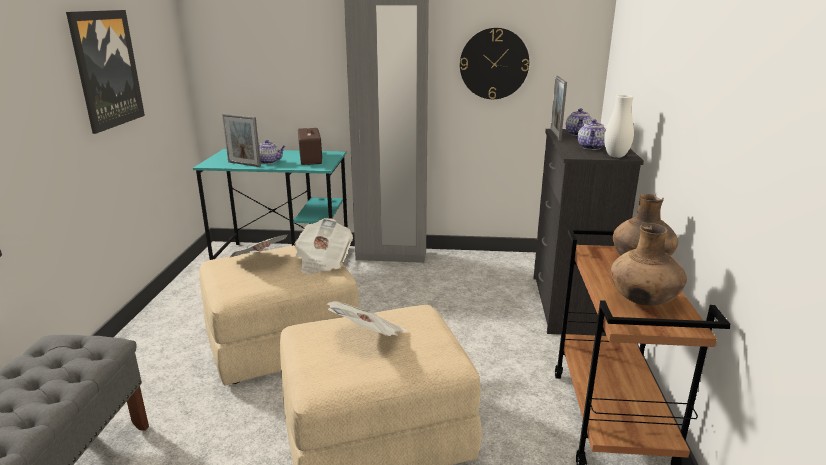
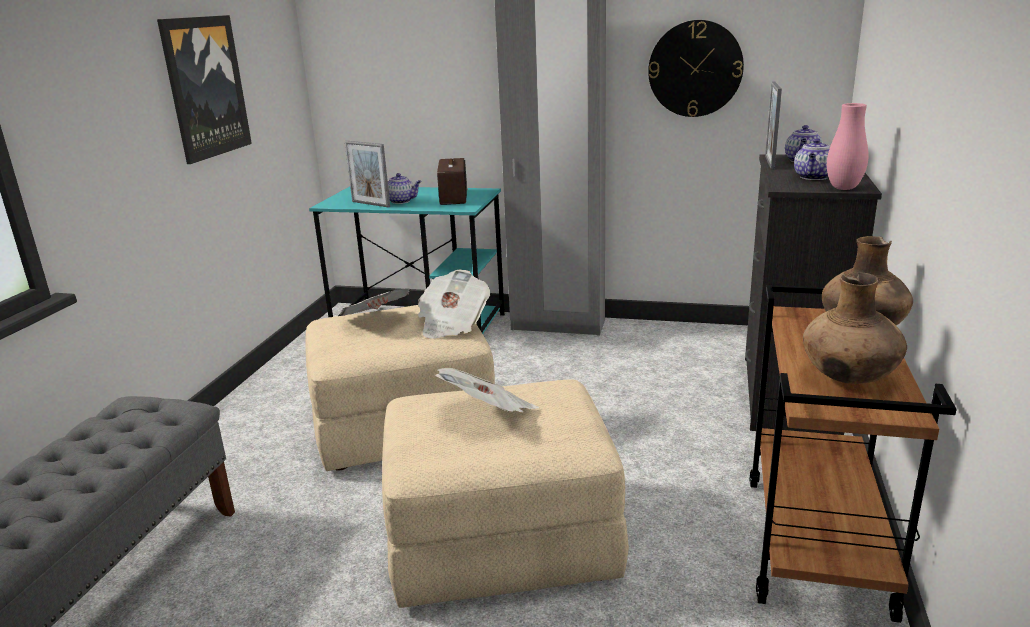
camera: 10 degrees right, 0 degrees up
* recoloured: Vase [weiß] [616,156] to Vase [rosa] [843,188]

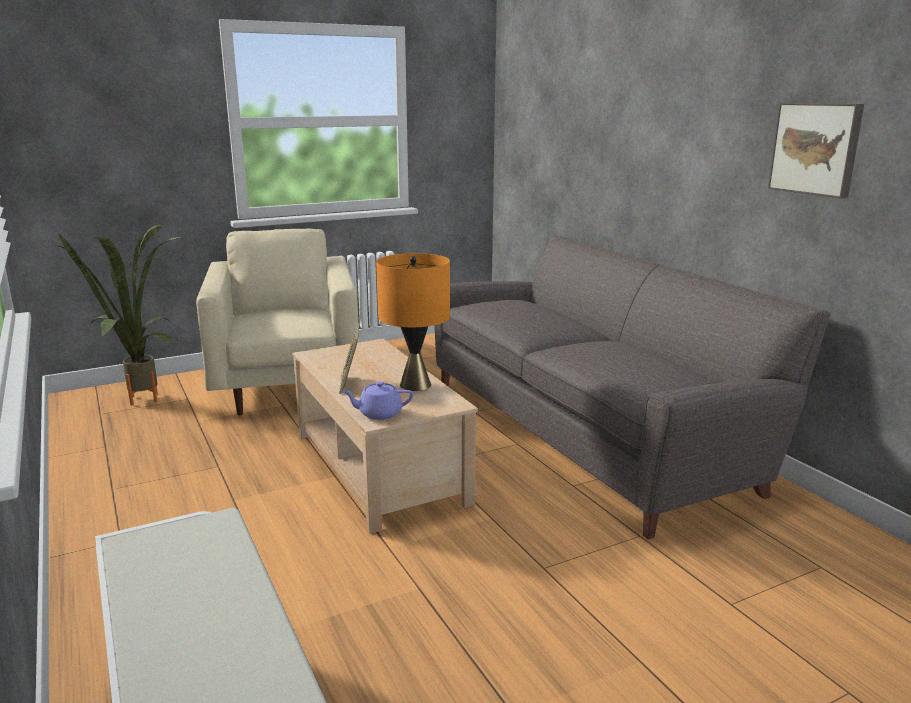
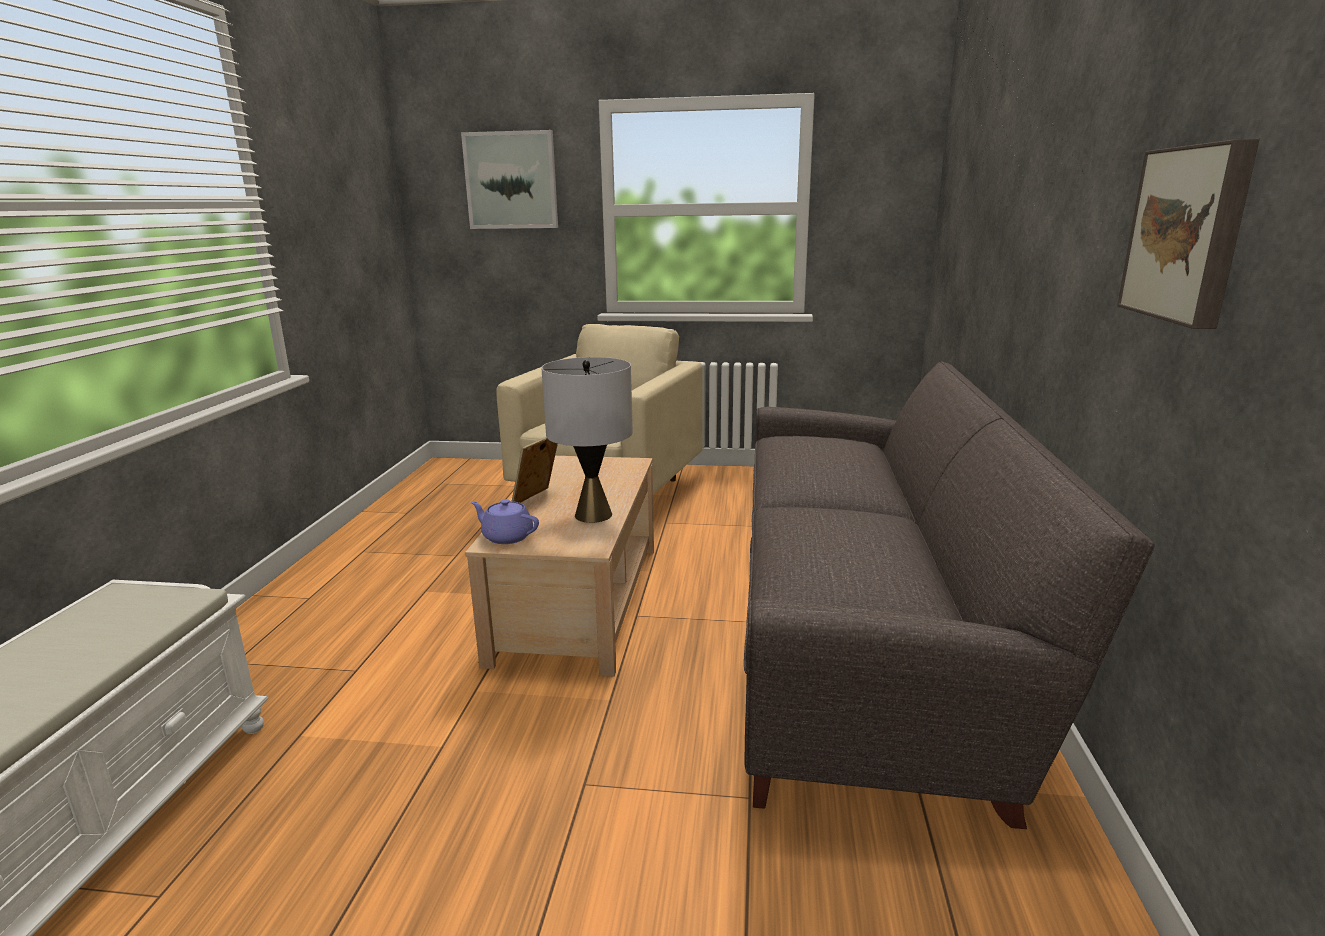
camera: 35 degrees right, 0 degrees up
* added: Bild [511,180]
* recoloured: Tischlampe [orange] [416,385] to Tischlampe [grau] [594,515]
* removed: Topfpflanze [140,403]

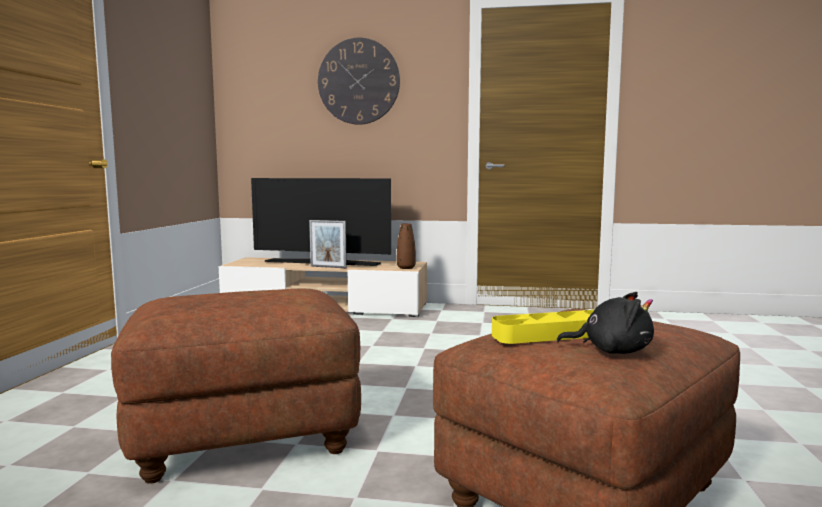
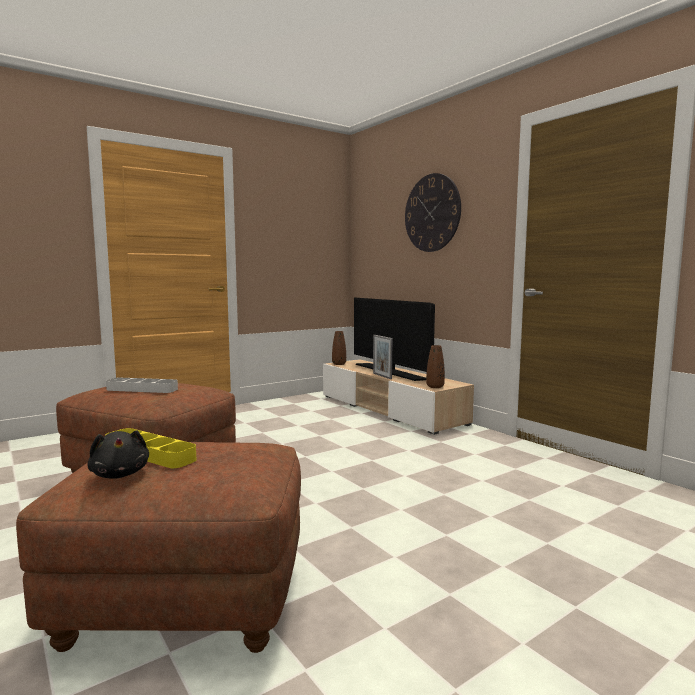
camera: 45 degrees right, 0 degrees up
* added: Tablett [grau] [142,389]
* added: Vase [braun] [339,364]

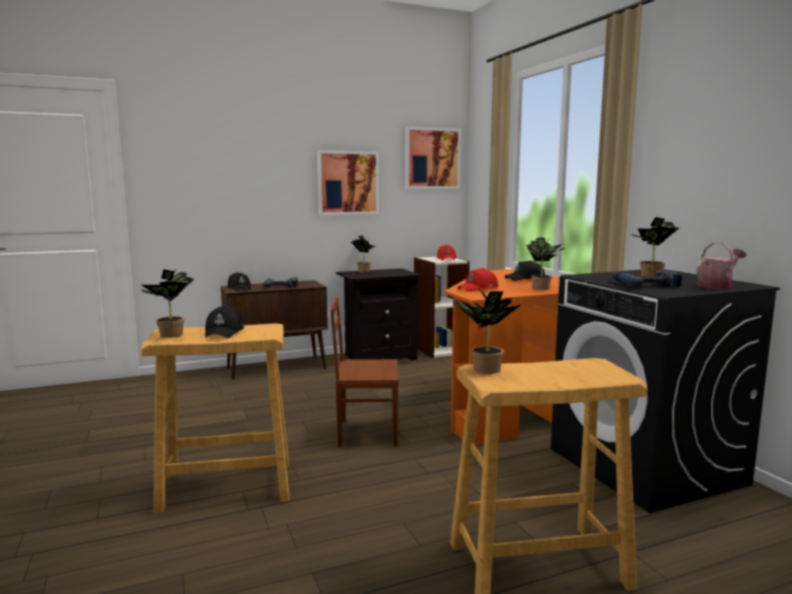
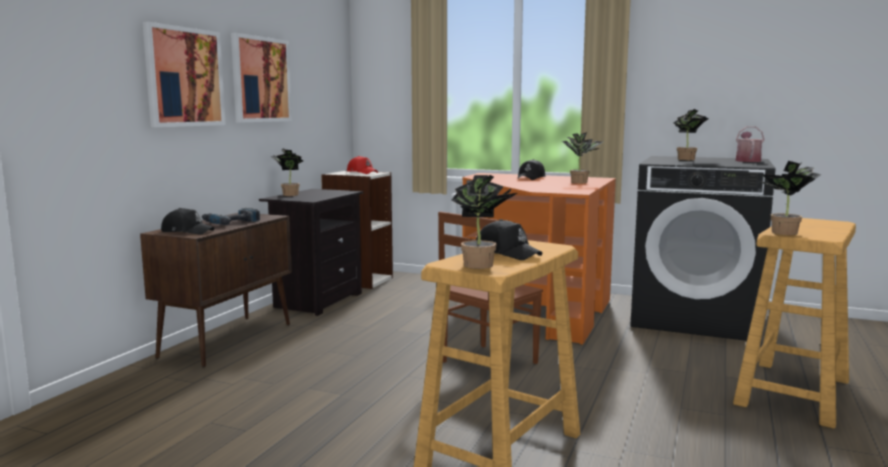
camera: 45 degrees left, 0 degrees up
* moved: Bild [432,158] to [184,77]
* removed: Kappe [rot] [478,289]
* removed: Bohrmaschine [644,284]

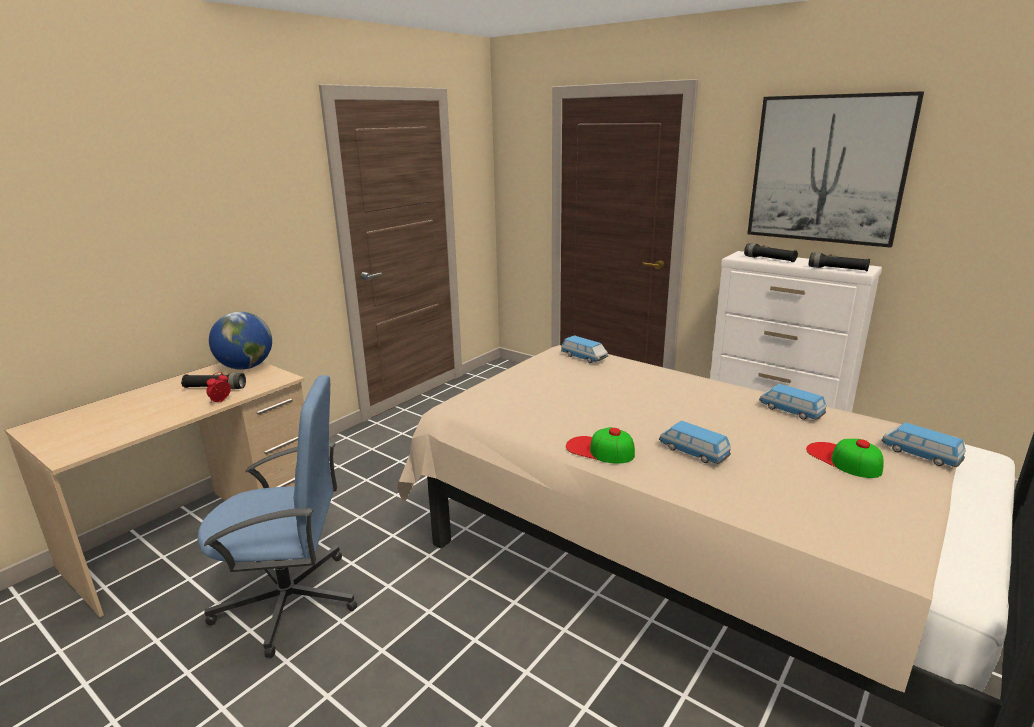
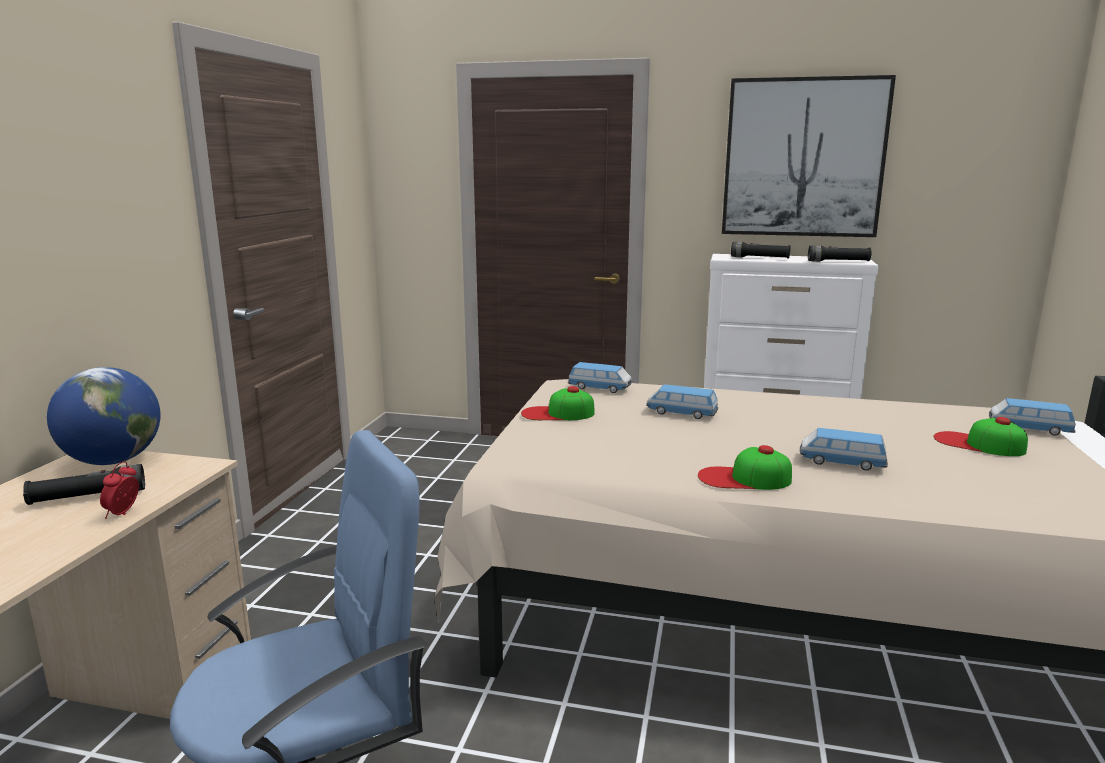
camera: 25 degrees left, 5 degrees down
* added: Kappe [557,413]
* moved: Spielzeugauto [790,411] to [681,413]

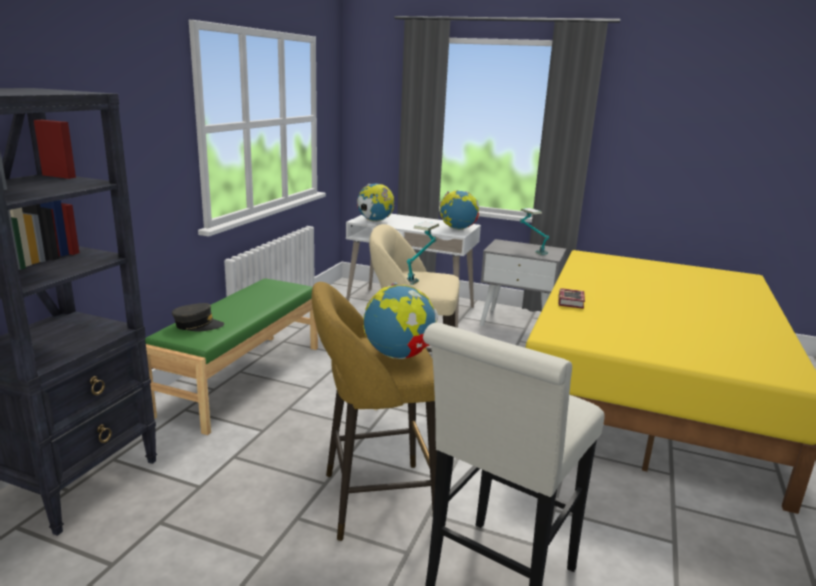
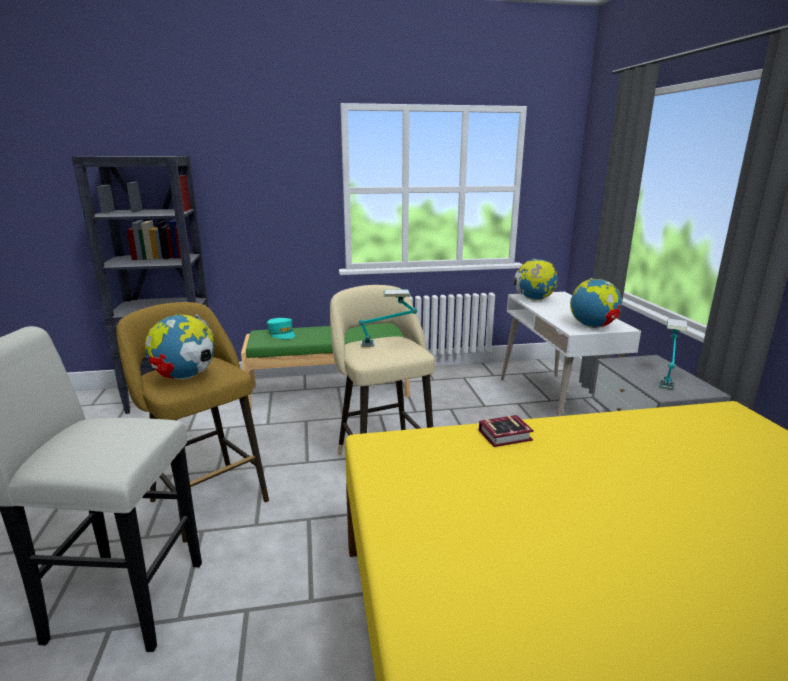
camera: 60 degrees right, 0 degrees up
* recoloured: Kappe [grau] [198,325] to Kappe [türkis] [282,334]

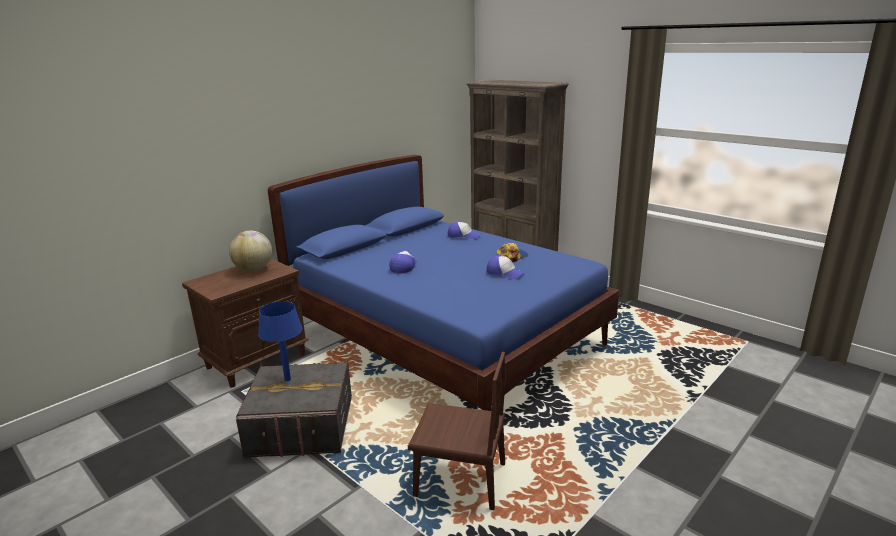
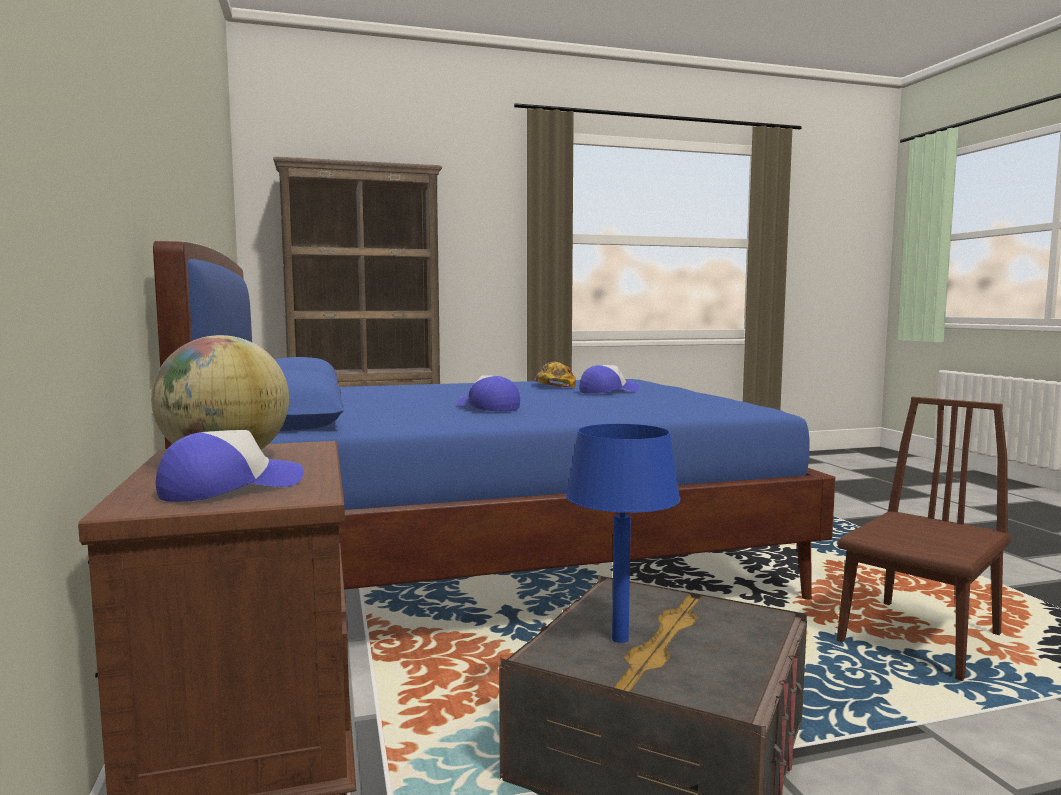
camera: 60 degrees left, 15 degrees down
* moved: Kappe [463,236] to [230,488]

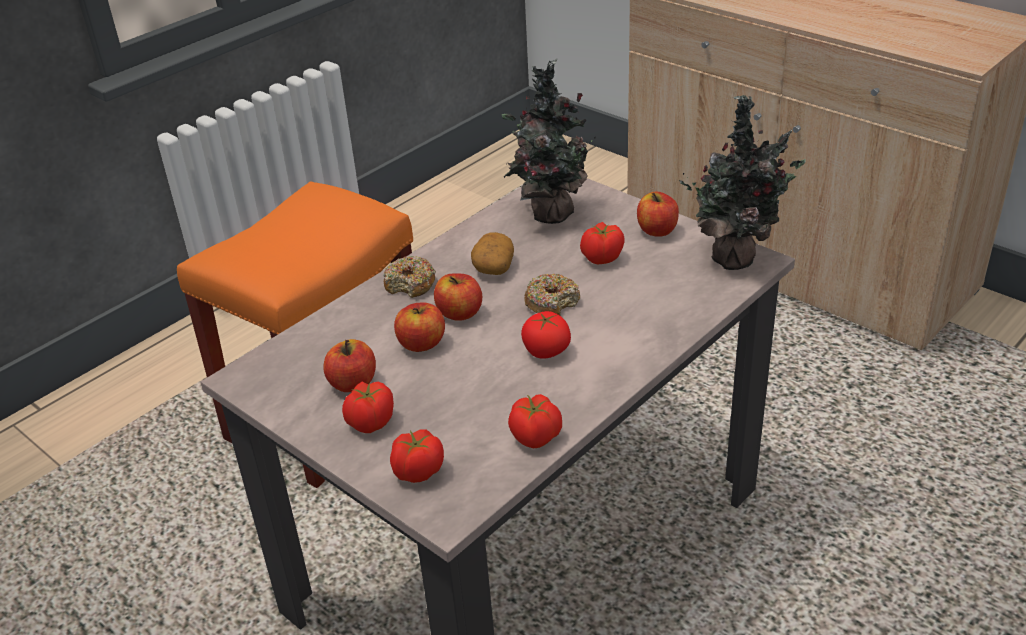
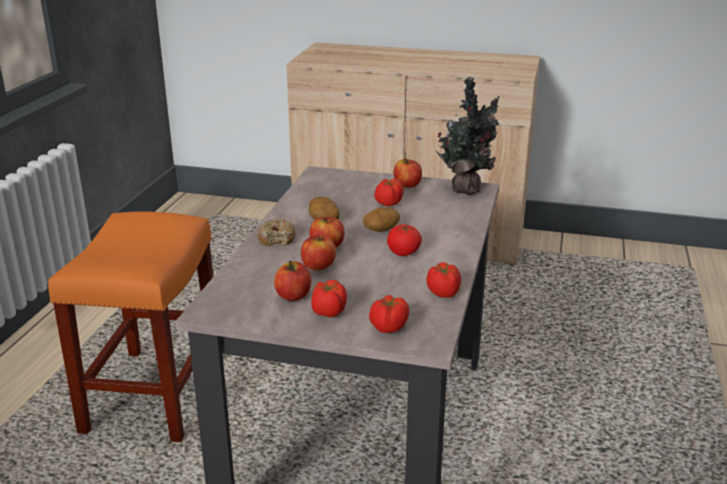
camera: 30 degrees left, 10 degrees down
* replaced: Donut [552,303] to Kartoffel [381,229]
* removed: Topfpflanze [548,214]

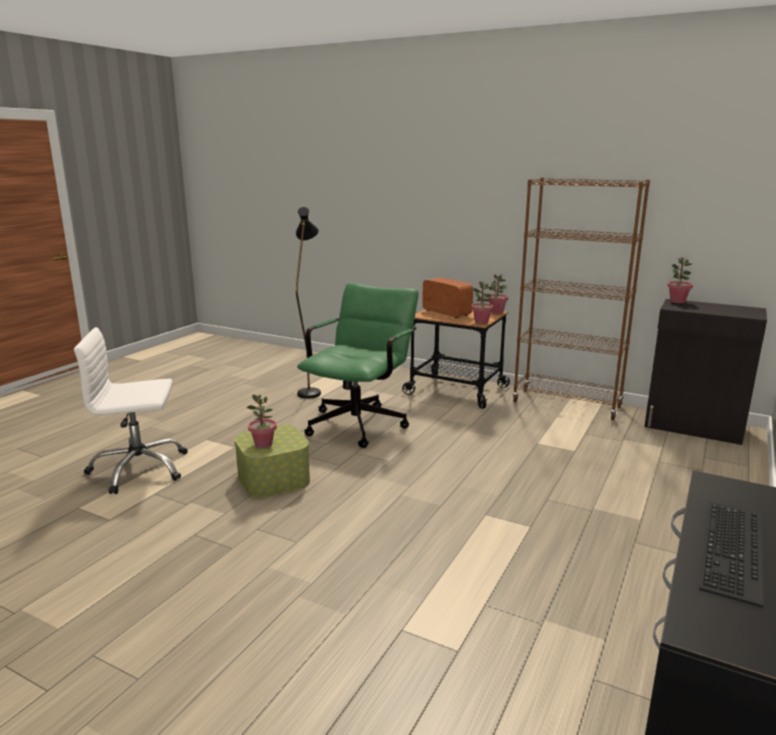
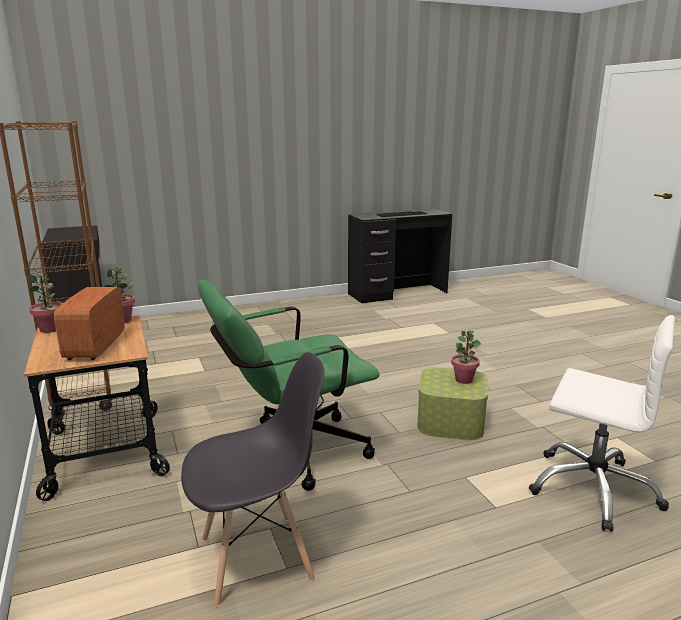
camera: 140 degrees left, 0 degrees up
* replaced: Stehlampe [schwarz] [310,390] to Stuhl [grau] [258,558]
* removed: Topfpflanze [677,301]

